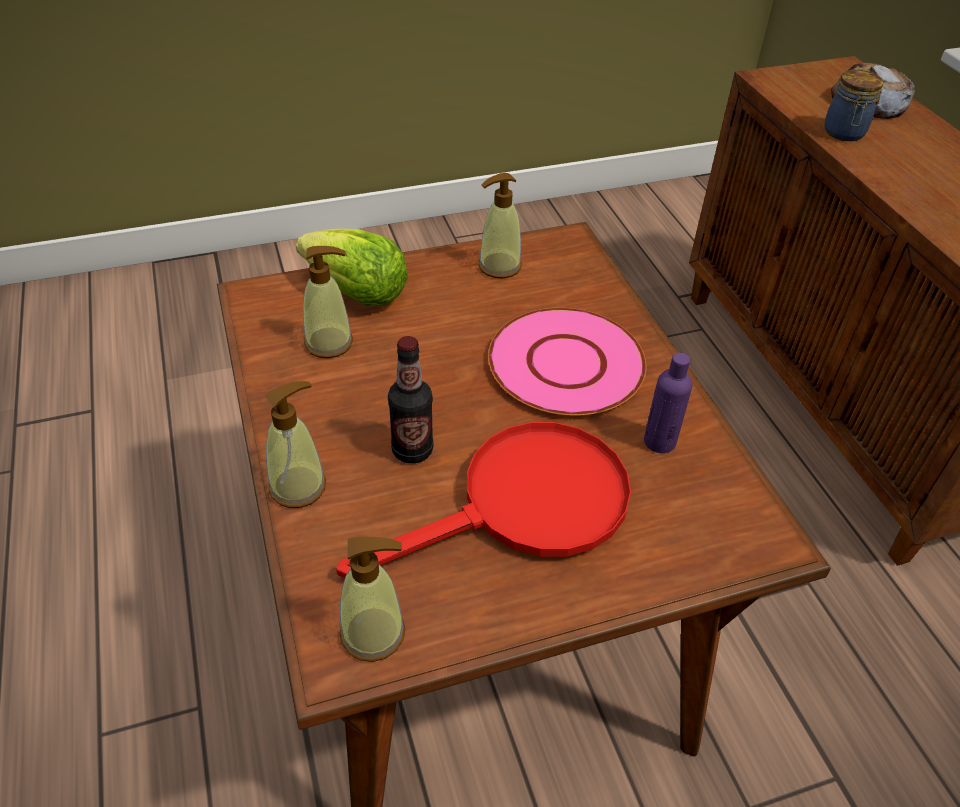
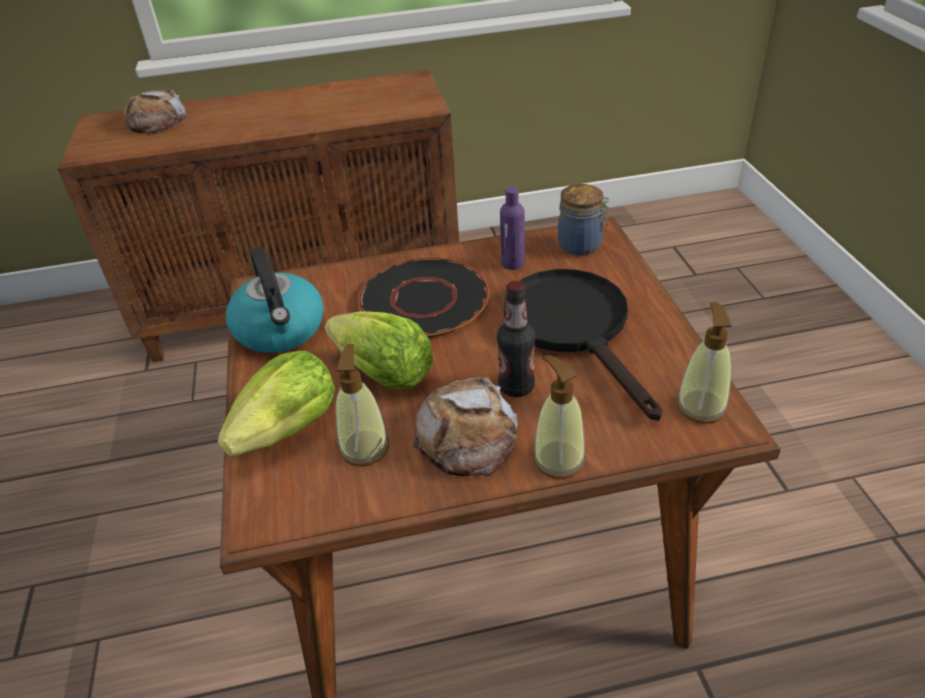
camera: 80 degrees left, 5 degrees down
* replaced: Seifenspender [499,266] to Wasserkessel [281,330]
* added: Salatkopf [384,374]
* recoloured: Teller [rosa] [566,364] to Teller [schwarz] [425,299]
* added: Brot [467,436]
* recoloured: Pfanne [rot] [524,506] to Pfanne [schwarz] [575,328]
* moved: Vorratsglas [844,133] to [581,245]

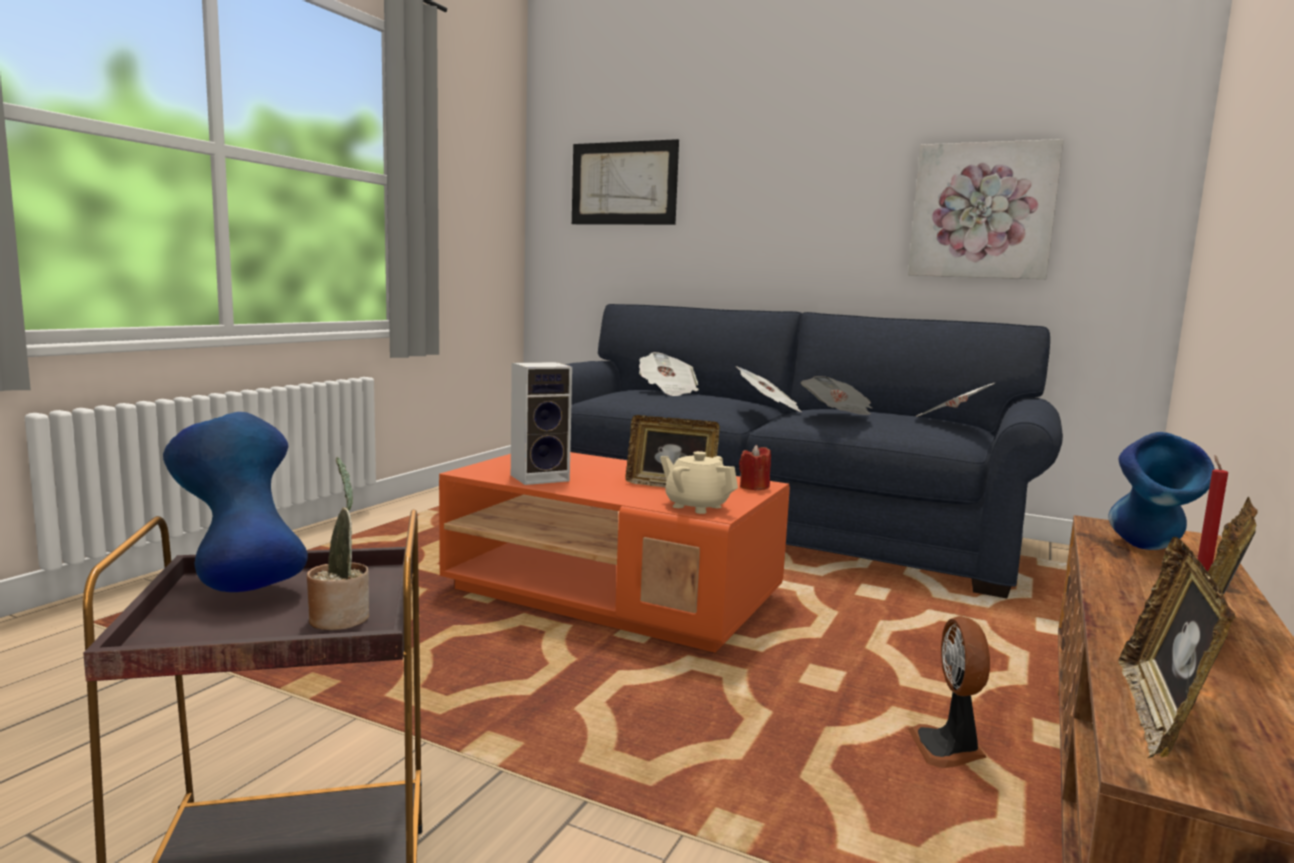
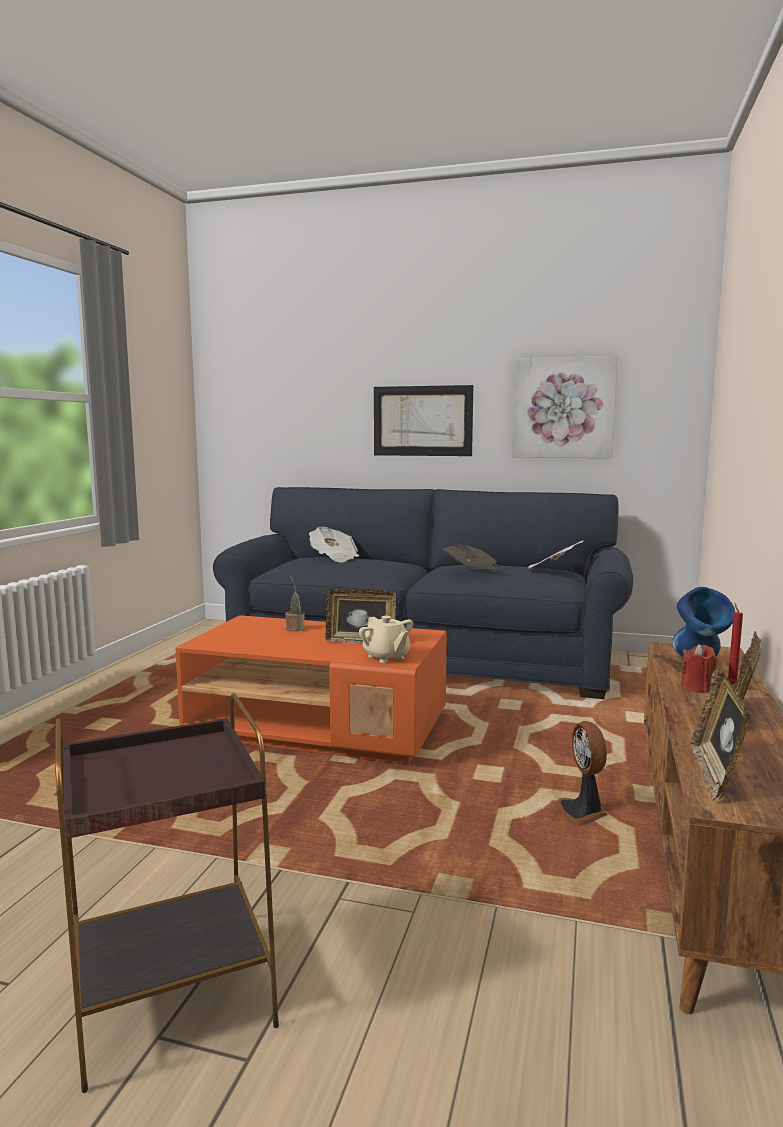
camera: 10 degrees left, 0 degrees up
* moved: Topfpflanze [340,617] to [295,628]
* turned: Teekanne [beige] [696,506] = [386,657] 150 degrees counterclockwise
* moved: Bild [623,183] to [422,421]
* moved: Kerze [rot] [754,487] to [697,687]
* removed: Vase [blau] [241,584]
* removed: Lautsprecher [541,477]
* removed: Zeitung [769,408]

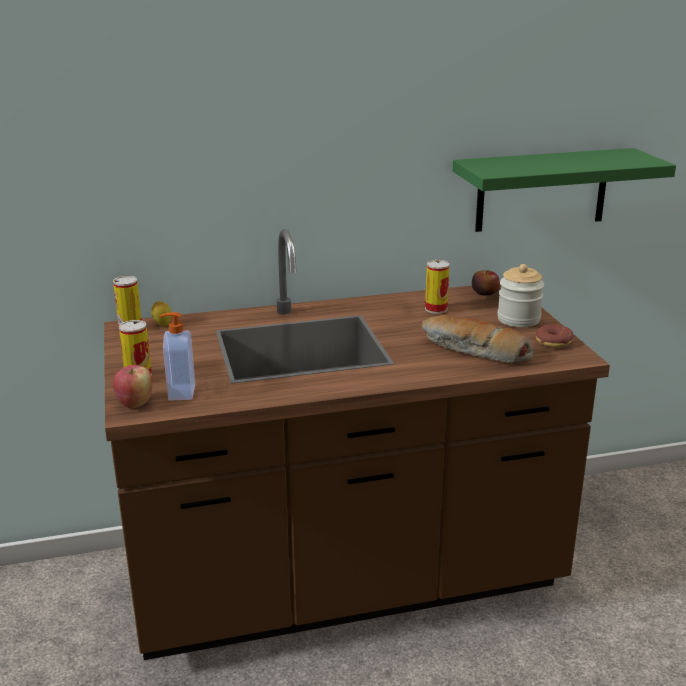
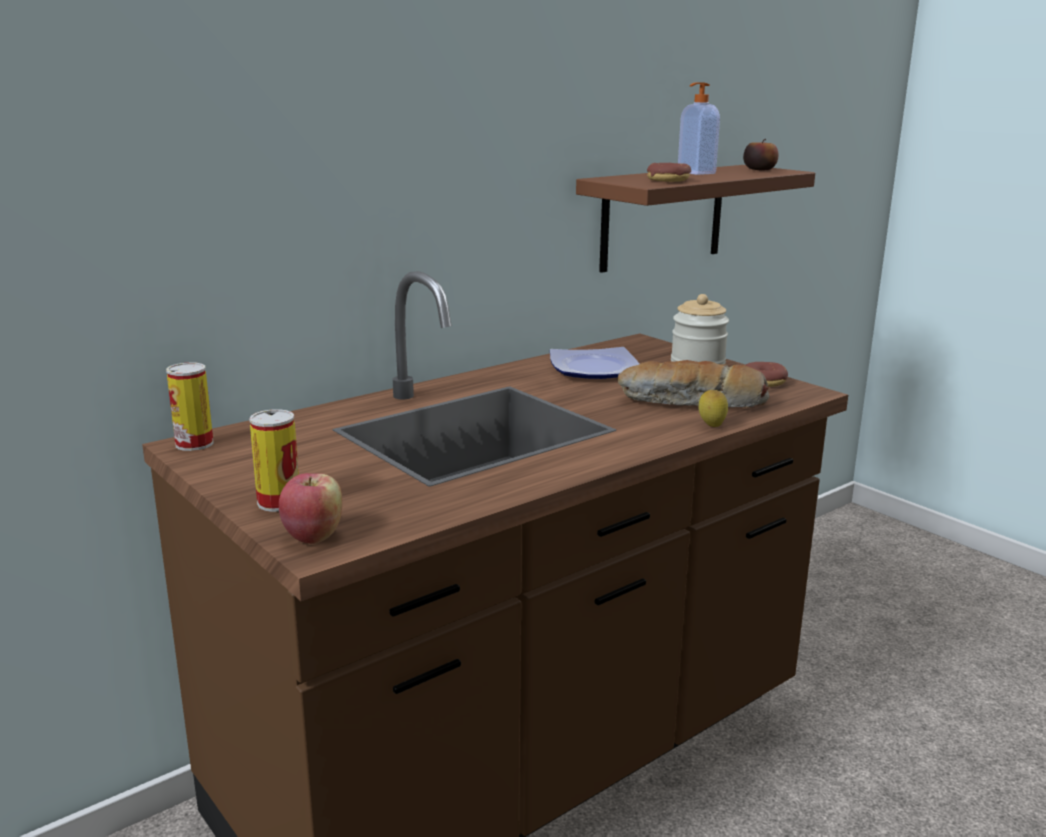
camera: 25 degrees left, 5 degrees down
* replaced: Dose [436,309] to Teller [592,368]
* recoloured: Wandregal [grün] [542,190] to Wandregal [braun] [662,217]
* added: Donut [668,180]
* moved: Seifenspender [180,392] to [695,172]
* moved: Zitrone [162,325] to [711,426]
* moved: Apfel [484,293] to [759,169]

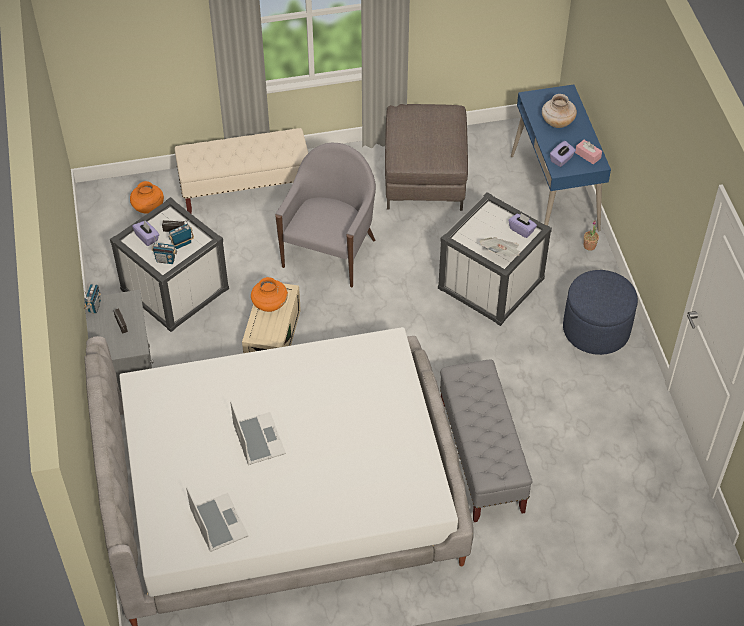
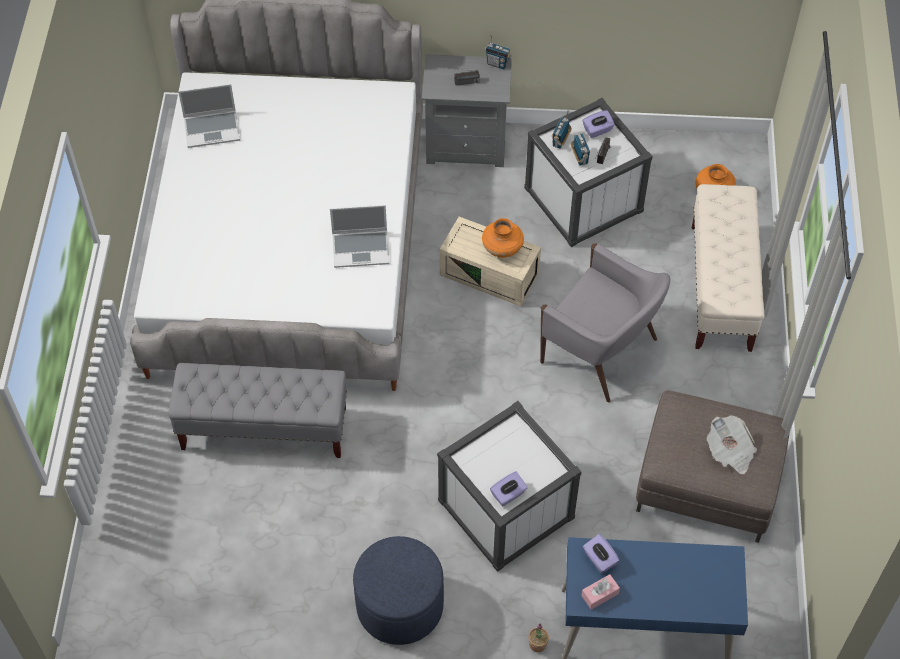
camera: 105 degrees right, 5 degrees up
* moved: Laptop [257,439] to [361,249]
* moved: Zeitung [501,254] to [730,452]
* removed: Vase [beige] [557,122]

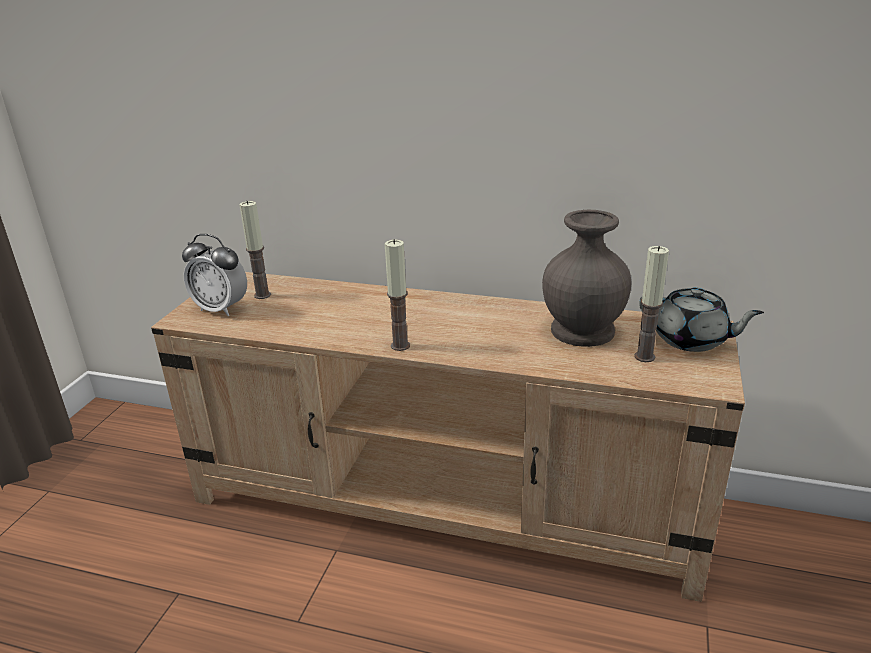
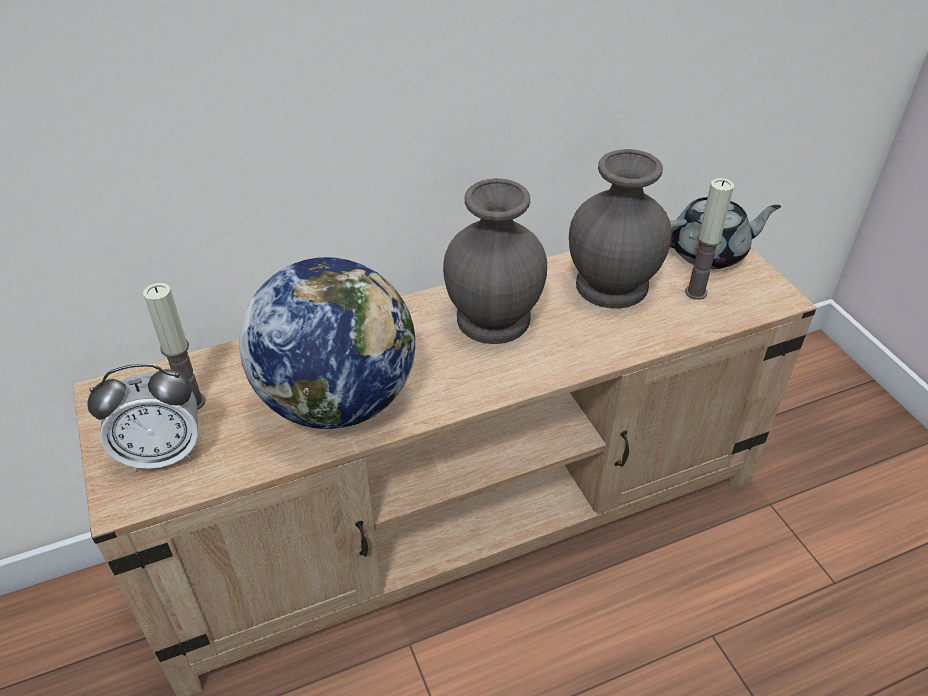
camera: 40 degrees left, 15 degrees up
* added: Globus [338,400]
* added: Vase [grau] [492,319]
* removed: Kerze [400,346]

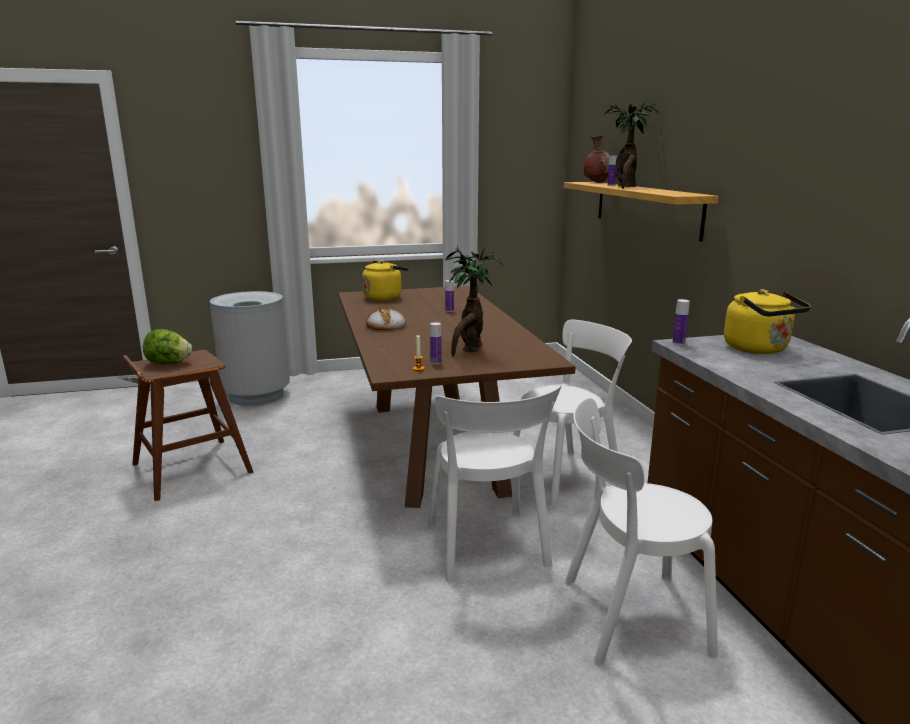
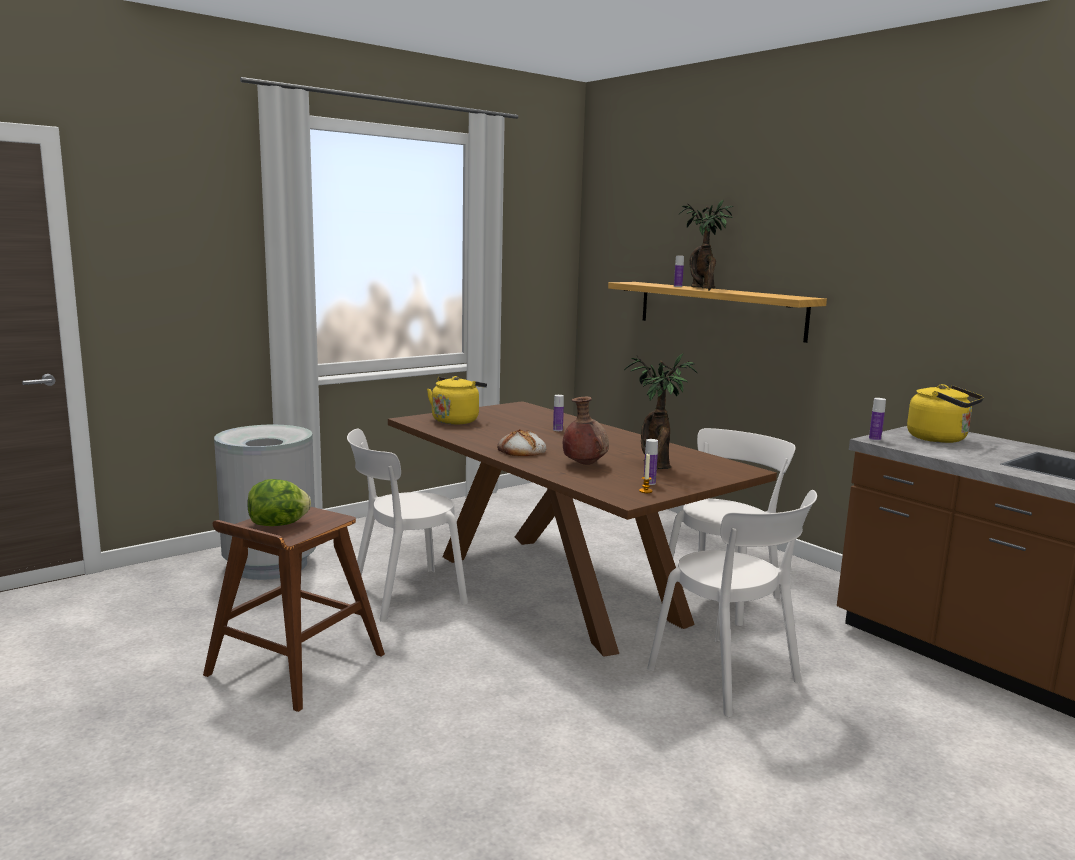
camera: 25 degrees left, 5 degrees down
* moved: Stuhl [weiß] [627,616] to [402,594]
* moved: Vase [braun] [597,183] to [584,465]

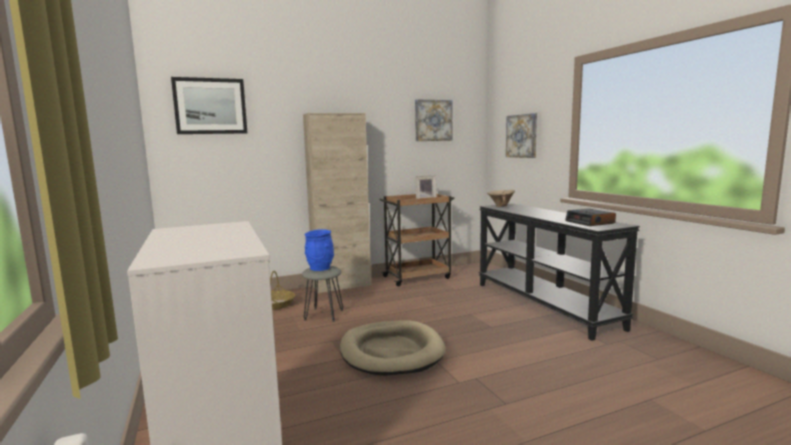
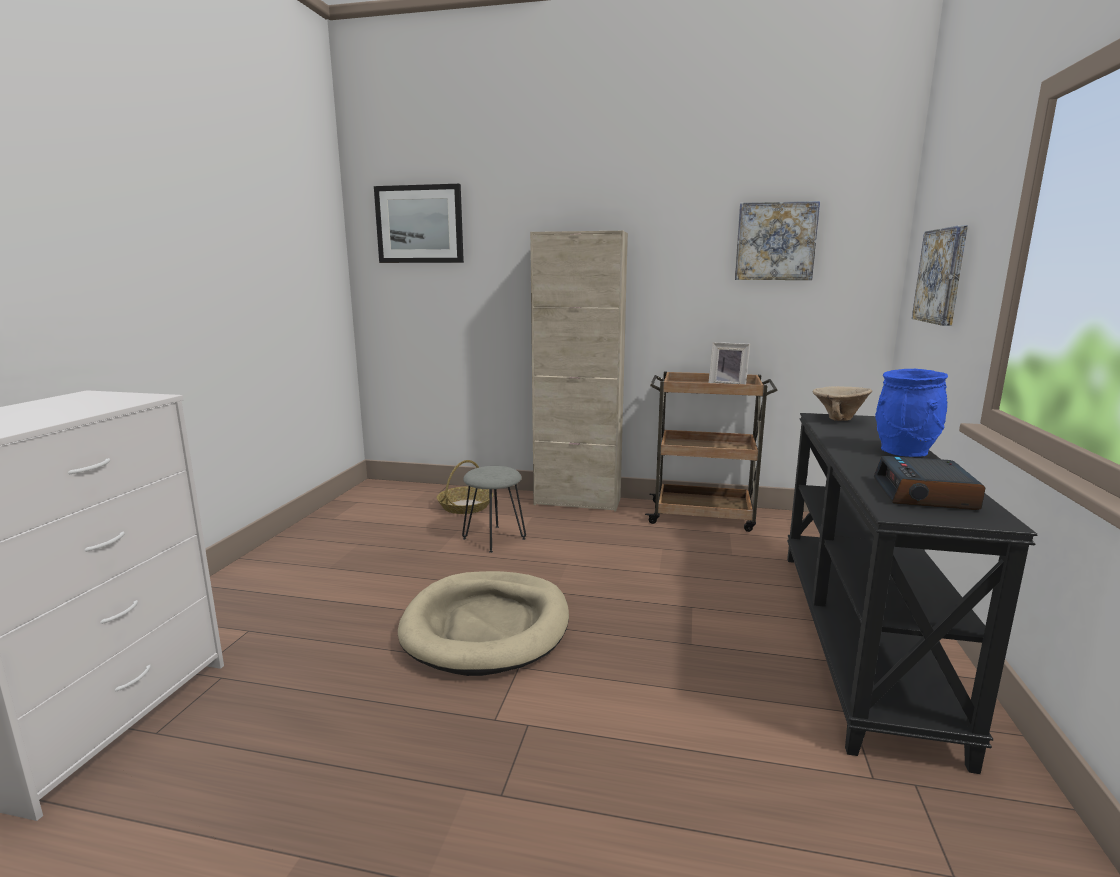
camera: 35 degrees right, 5 degrees up
* moved: Vase [blau] [320,268] to [904,451]

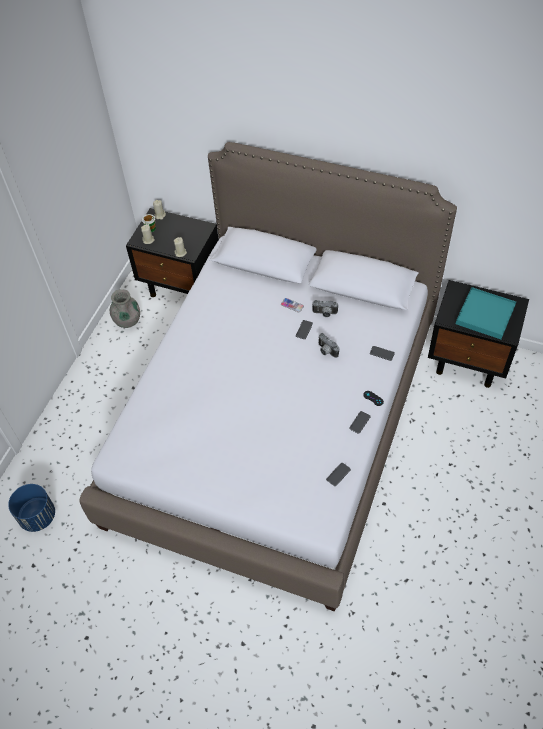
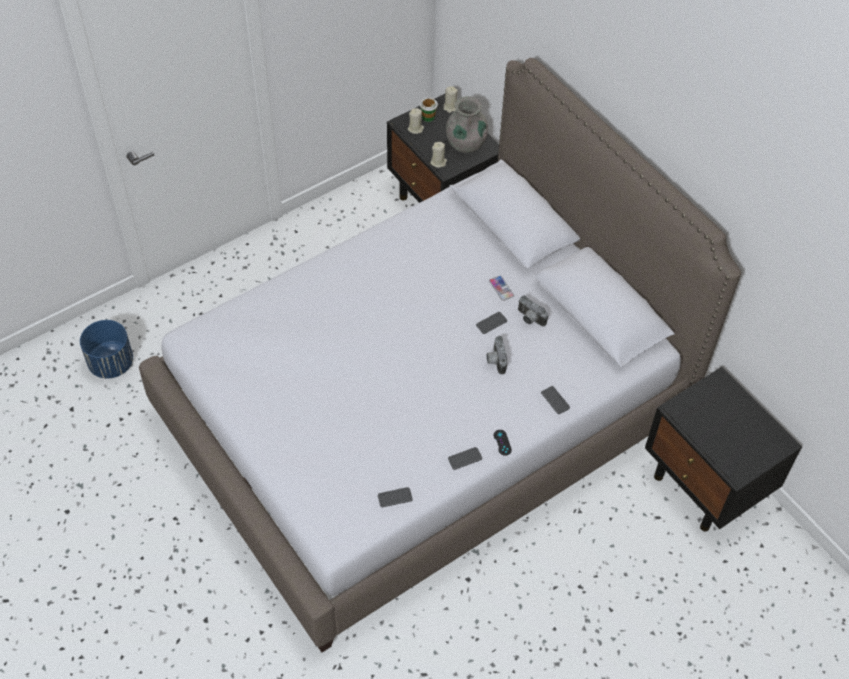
camera: 30 degrees right, 0 degrees up
* moved: Vase [grau] [127,321] to [465,144]
* removed: Tablett [türkis] [485,315]

